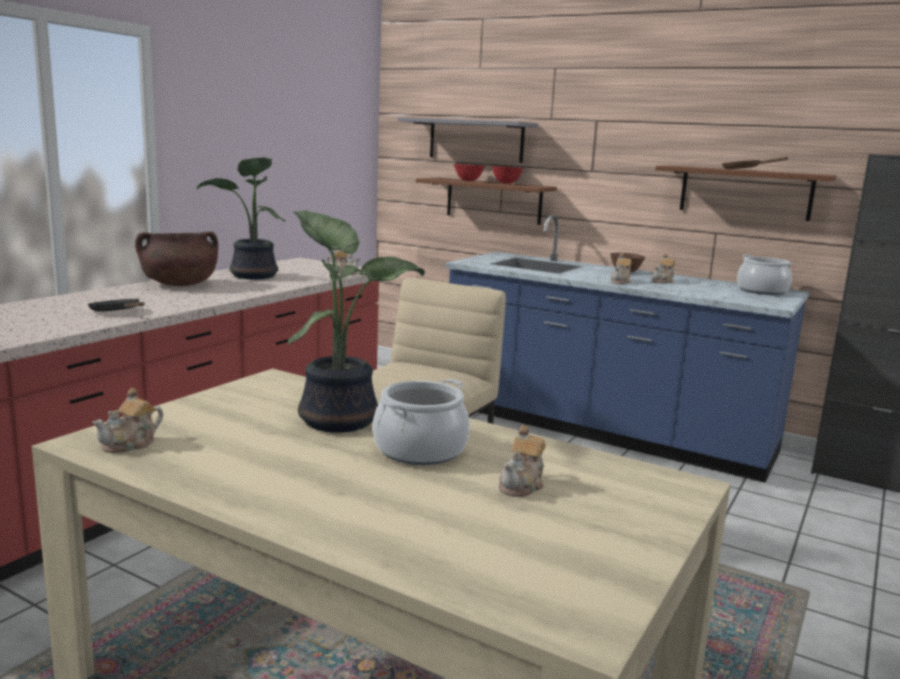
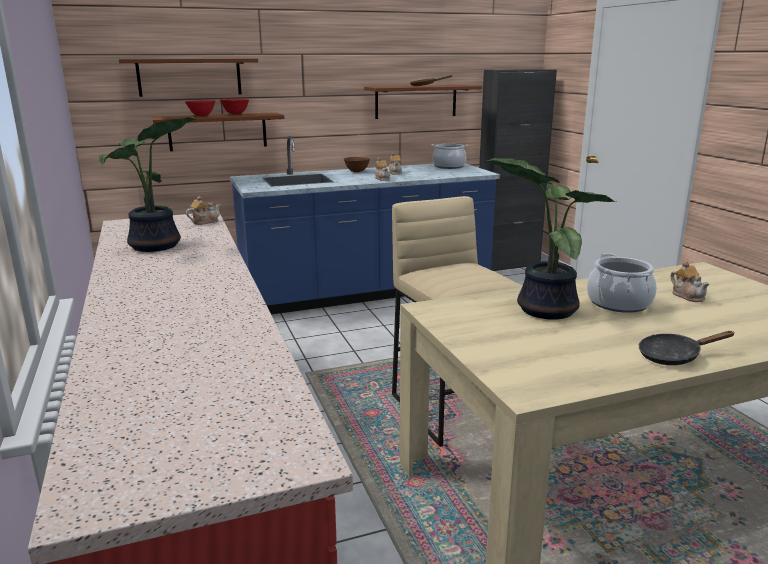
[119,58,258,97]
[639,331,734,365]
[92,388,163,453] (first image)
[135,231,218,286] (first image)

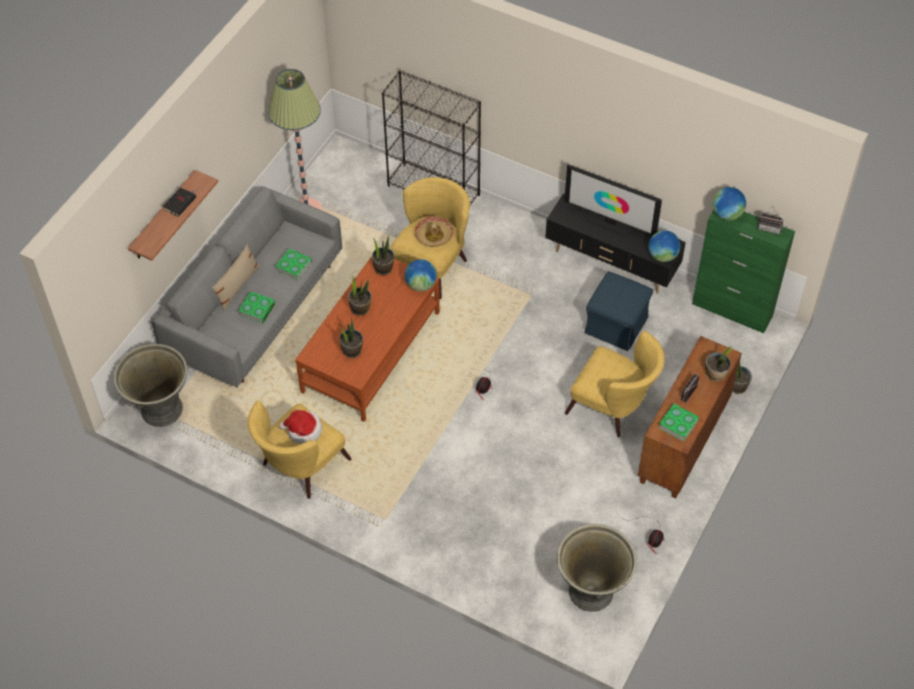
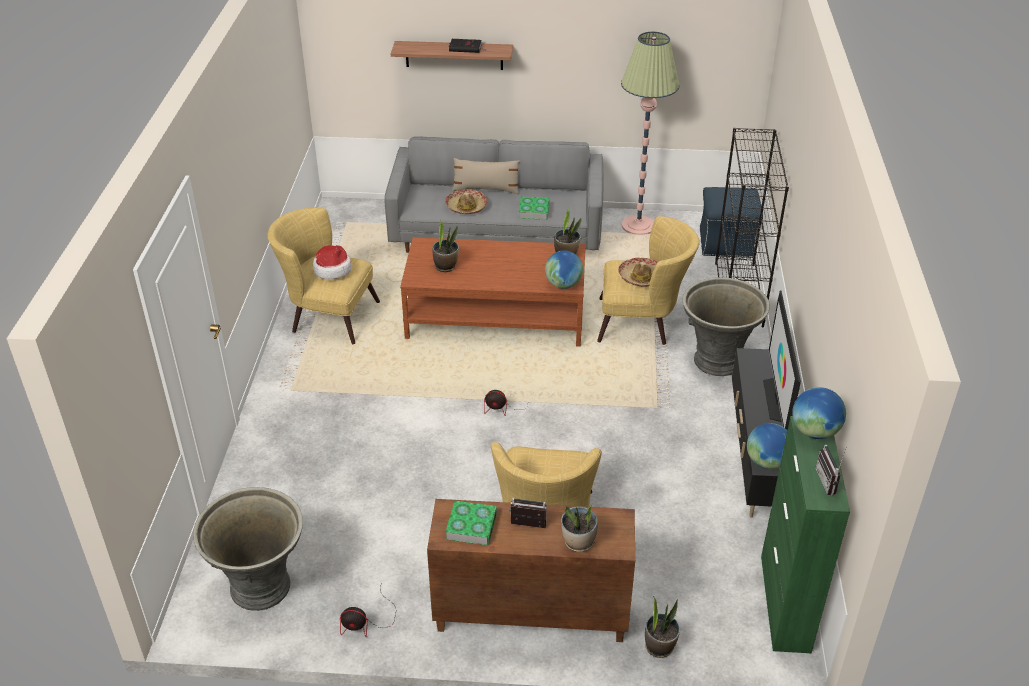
[445,189,488,214]
[682,277,770,376]
[700,187,763,257]
[348,277,371,316] (first image)

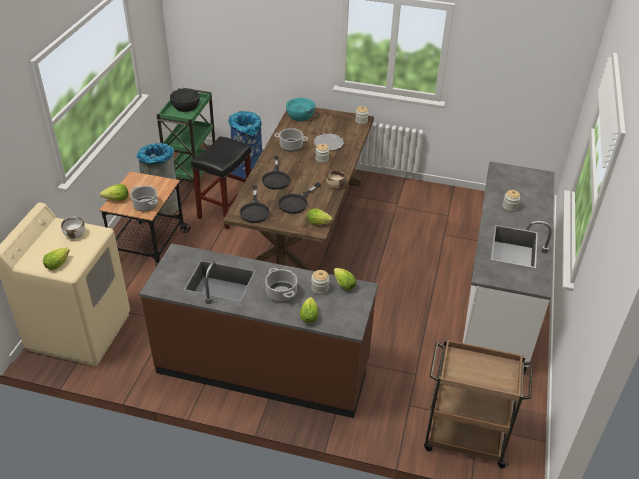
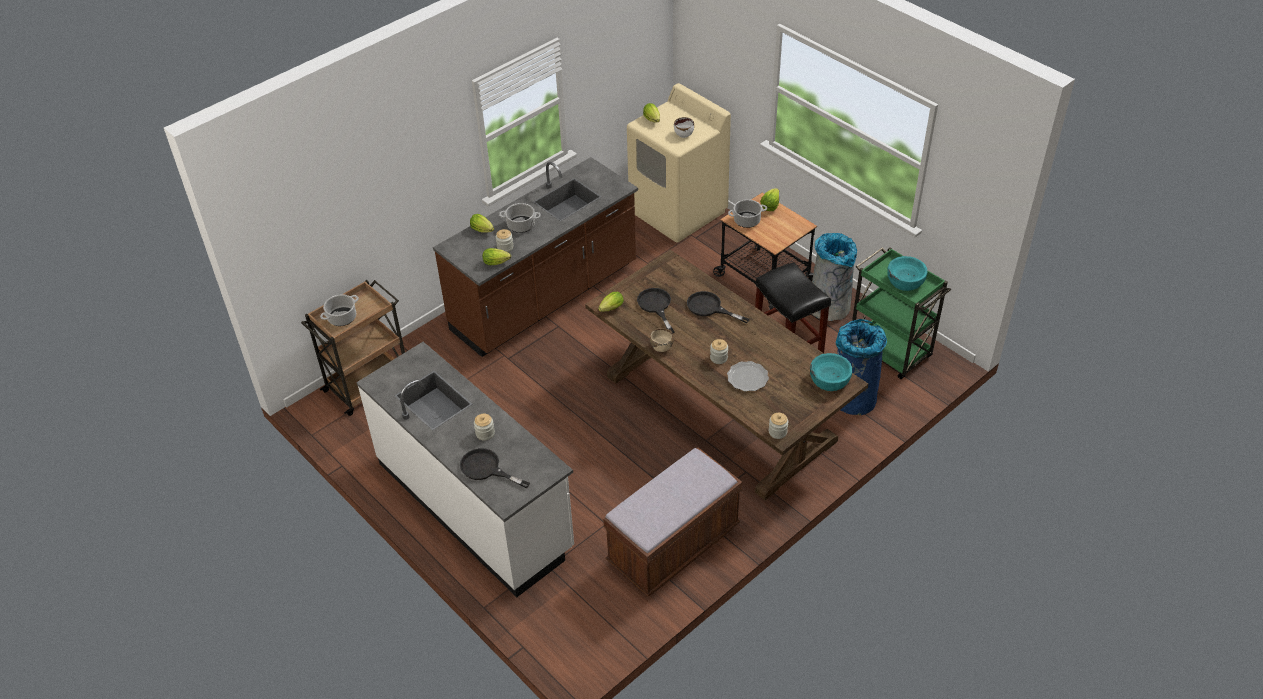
[320,294,359,326]
[460,448,530,488]
[603,448,742,597]
[887,256,927,291]

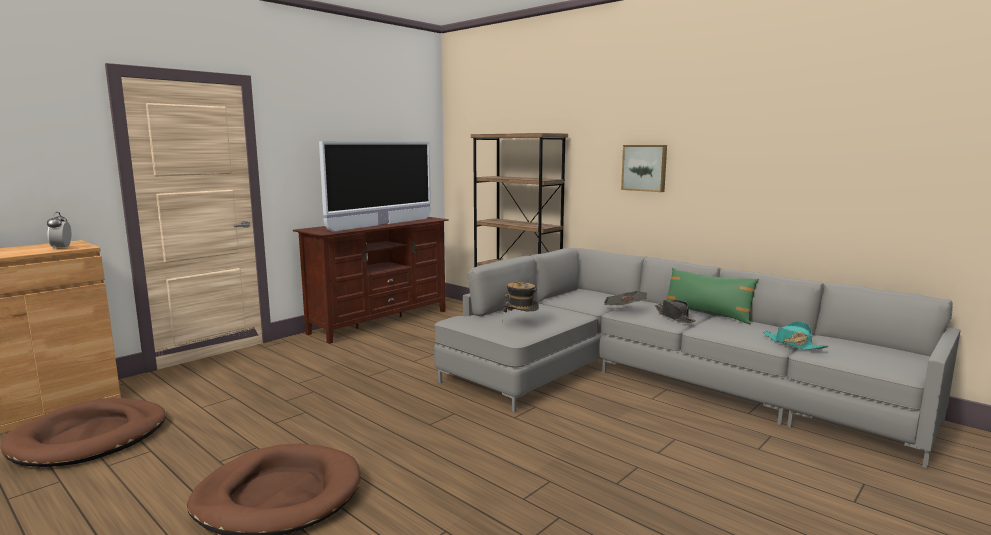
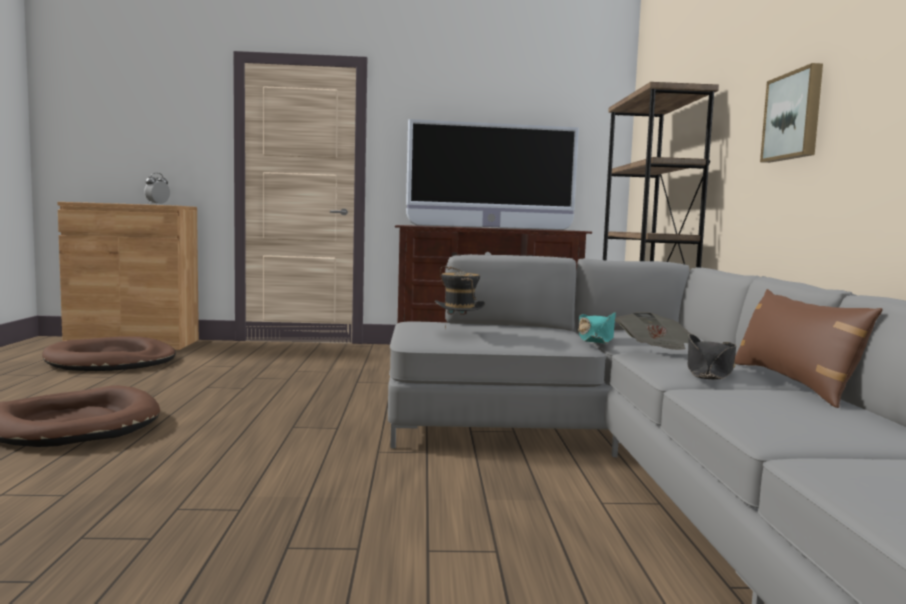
[578,312,616,343]
[735,289,883,408]

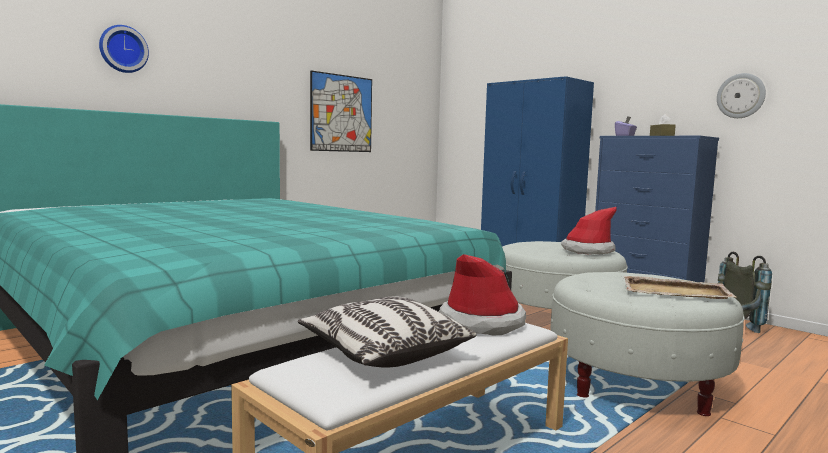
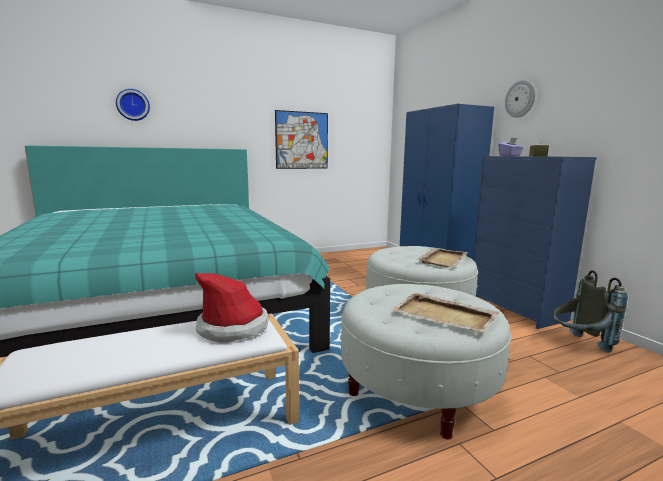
[417,248,468,267]
[505,80,535,118]
[298,296,476,368] (first image)

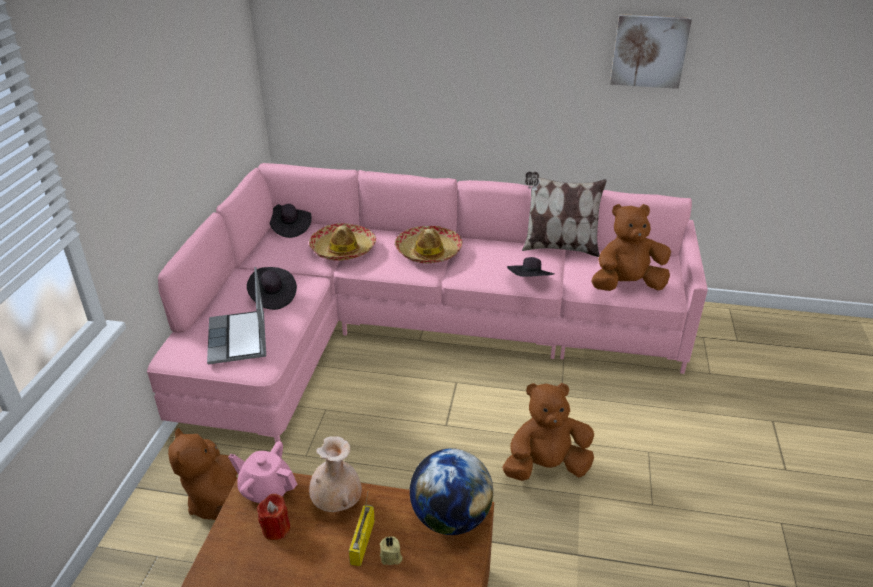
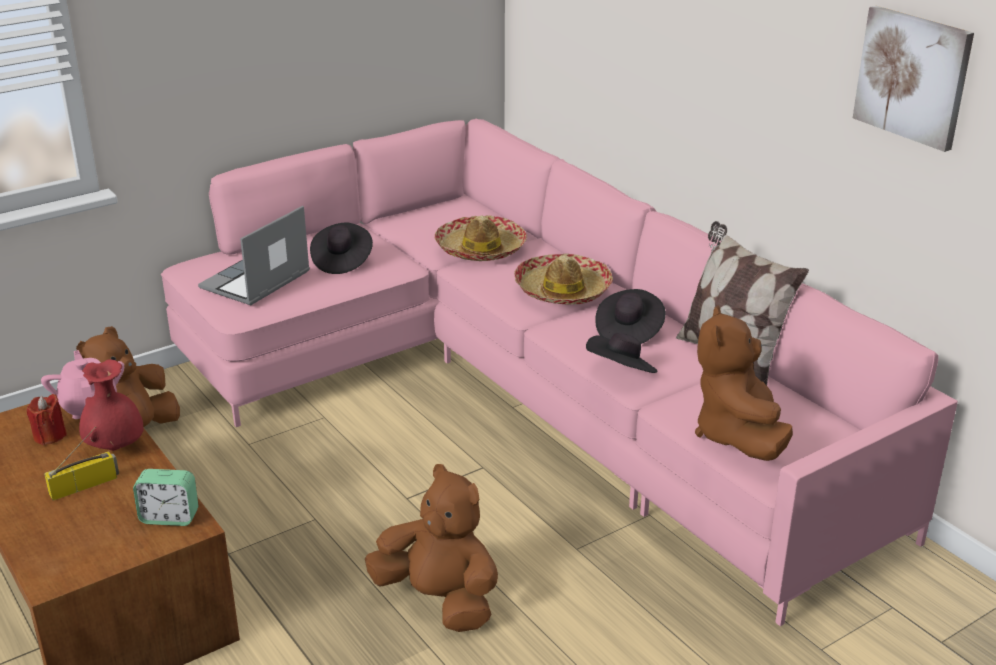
[79,359,144,451]
[133,469,199,526]
[596,289,666,344]
[695,305,793,461]
[380,536,403,565] (first image)

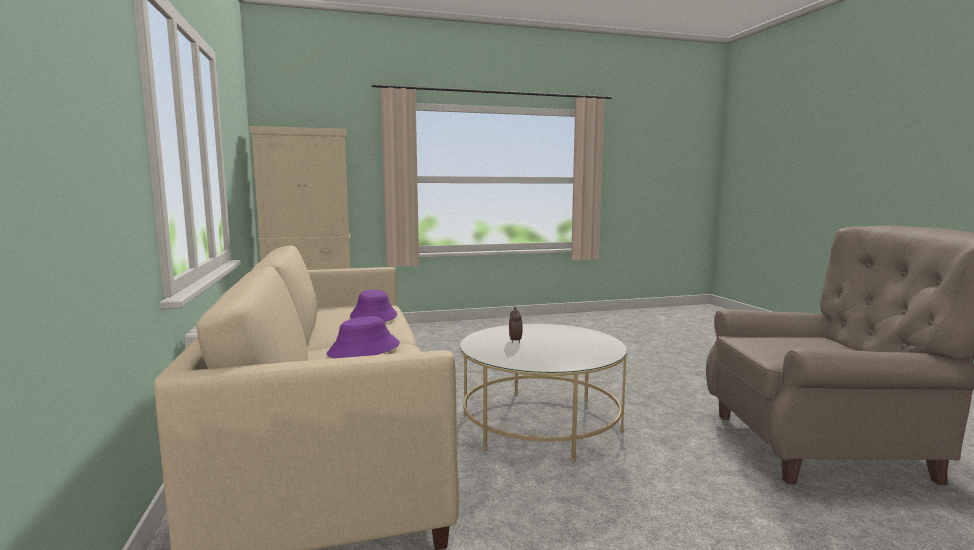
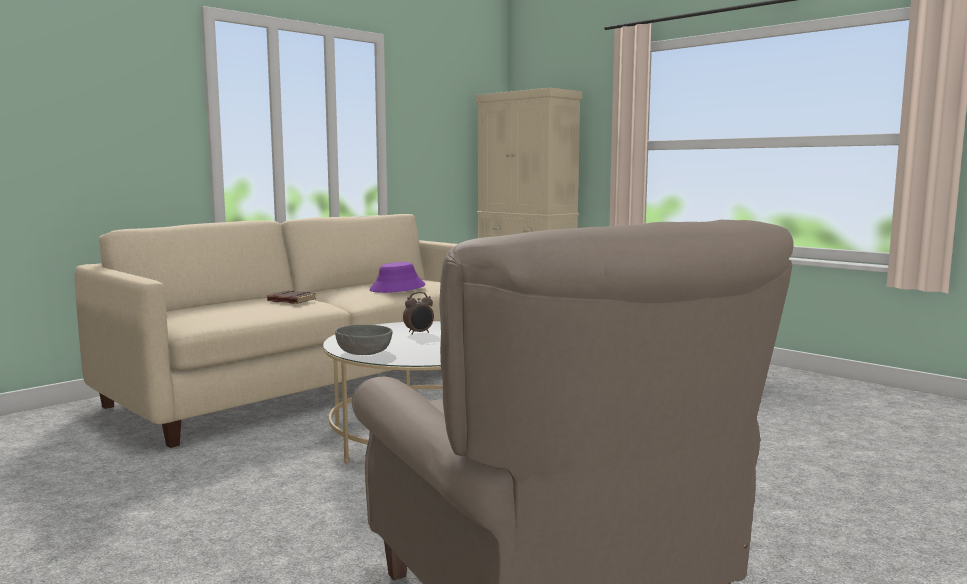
[267,290,316,304]
[335,325,392,355]

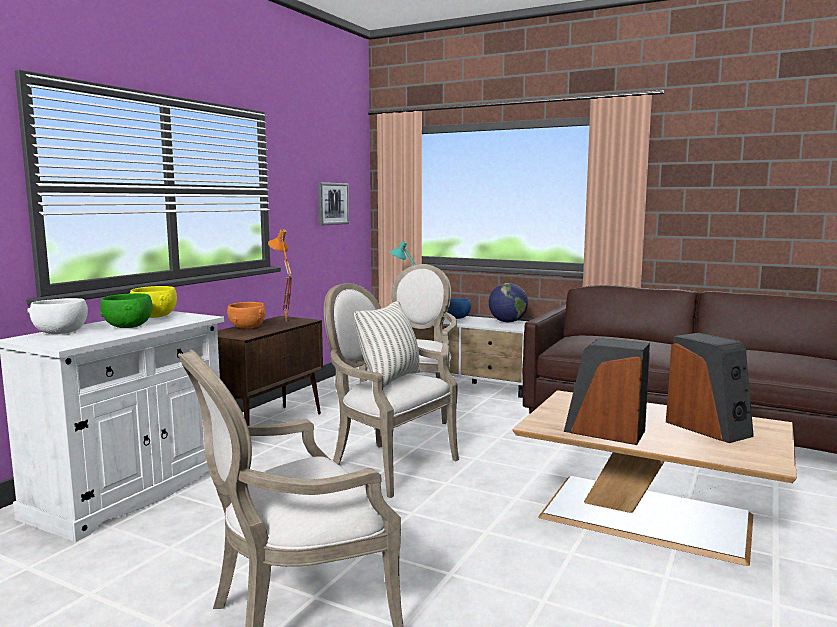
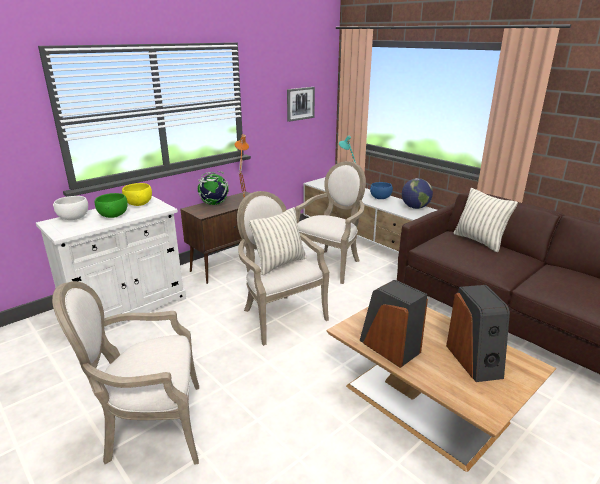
[198,171,229,205]
[453,188,518,252]

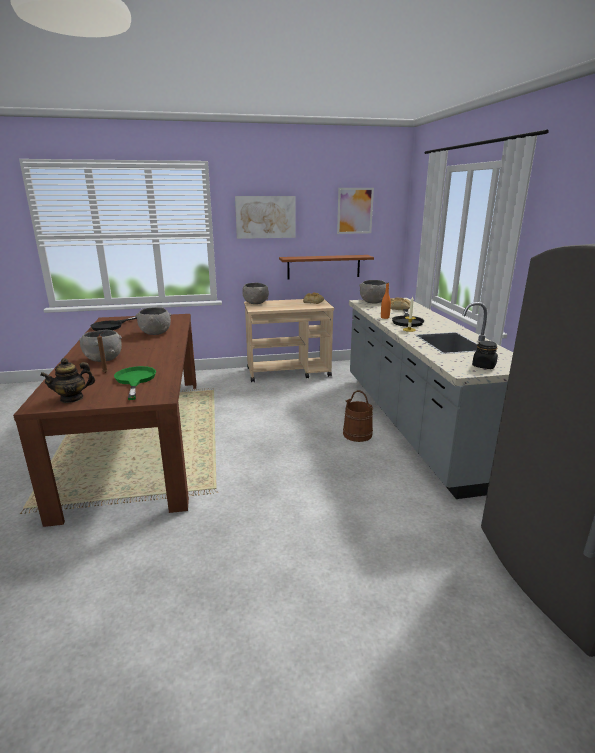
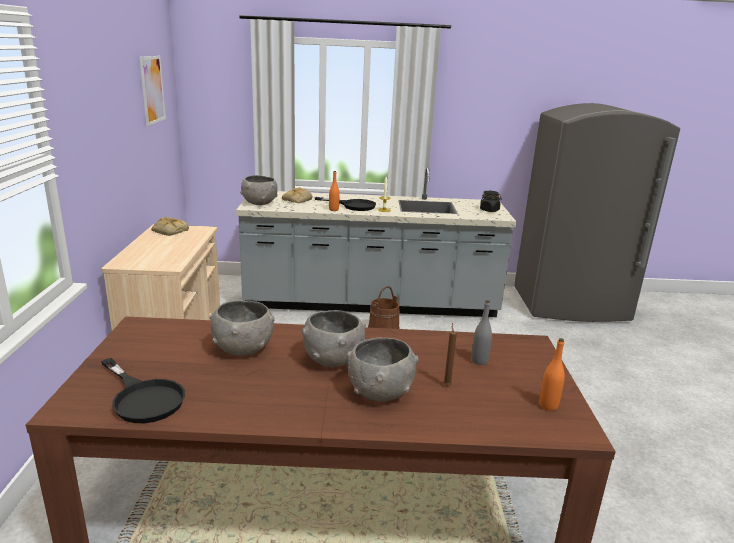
[301,310,366,367]
[472,300,492,365]
[539,338,565,411]
[235,196,296,239] (first image)
[279,255,374,280] (first image)

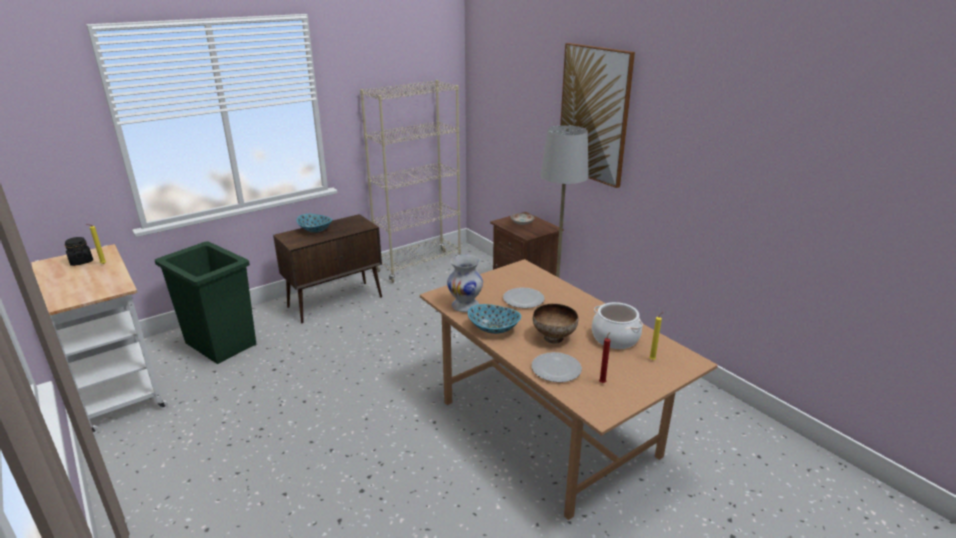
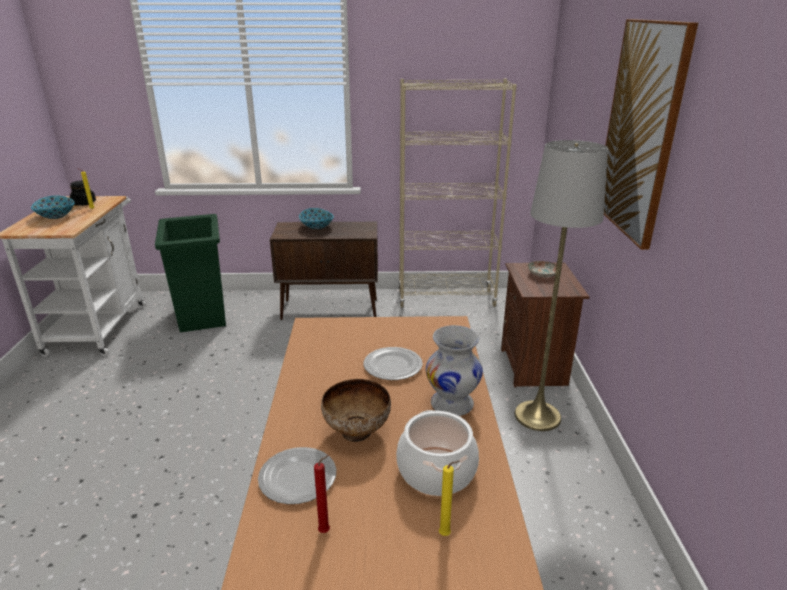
[31,196,75,219]
[426,325,483,416]

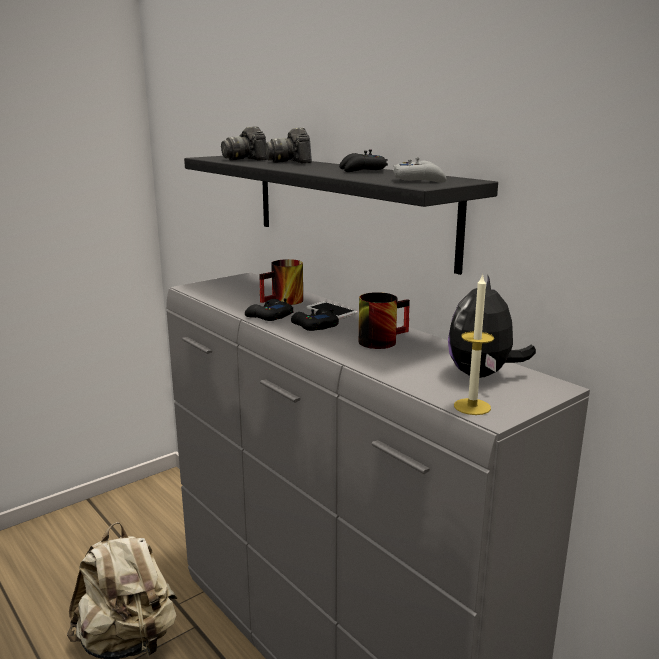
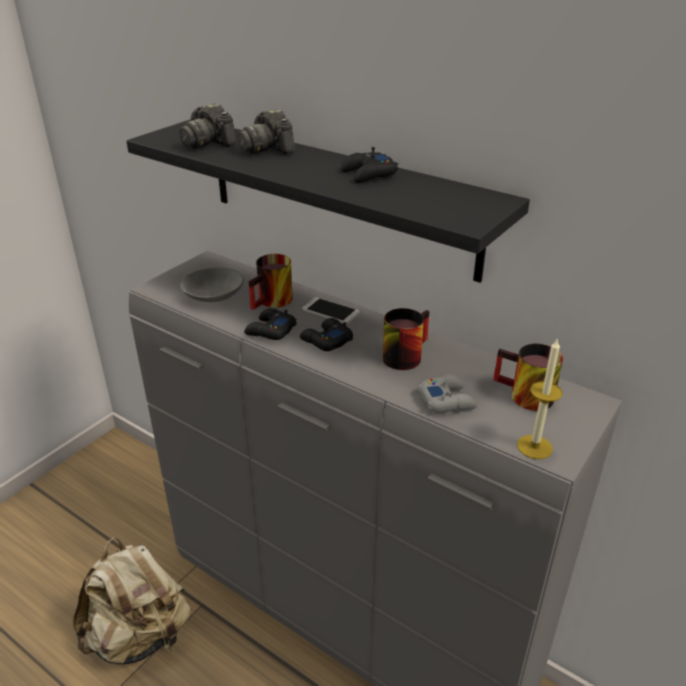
[180,267,244,302]
[418,374,477,413]
[493,344,563,411]

